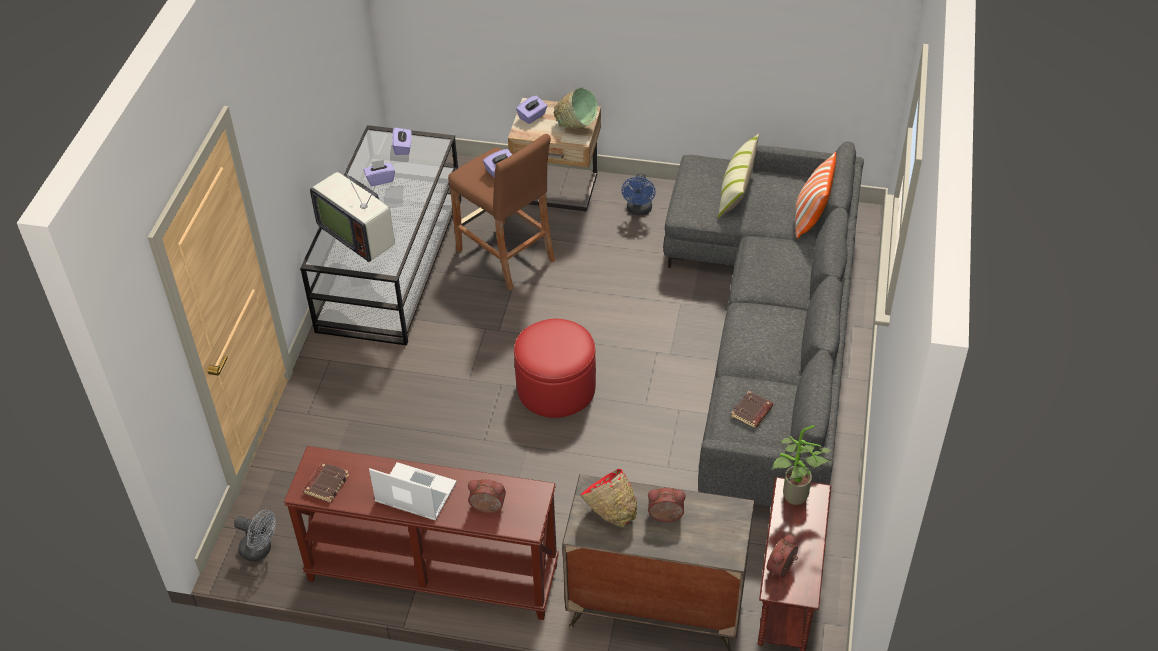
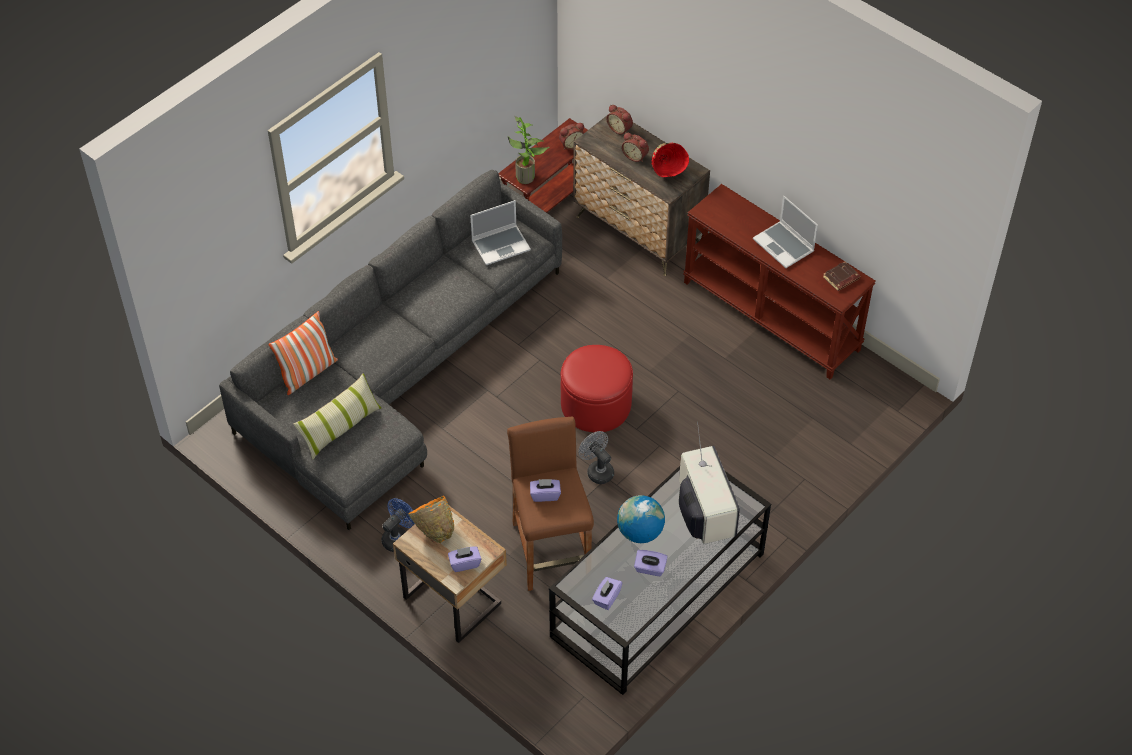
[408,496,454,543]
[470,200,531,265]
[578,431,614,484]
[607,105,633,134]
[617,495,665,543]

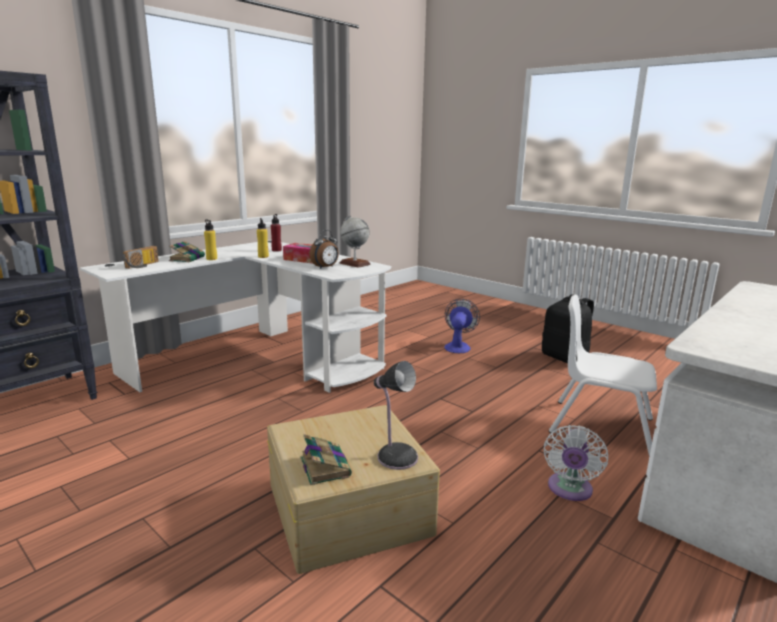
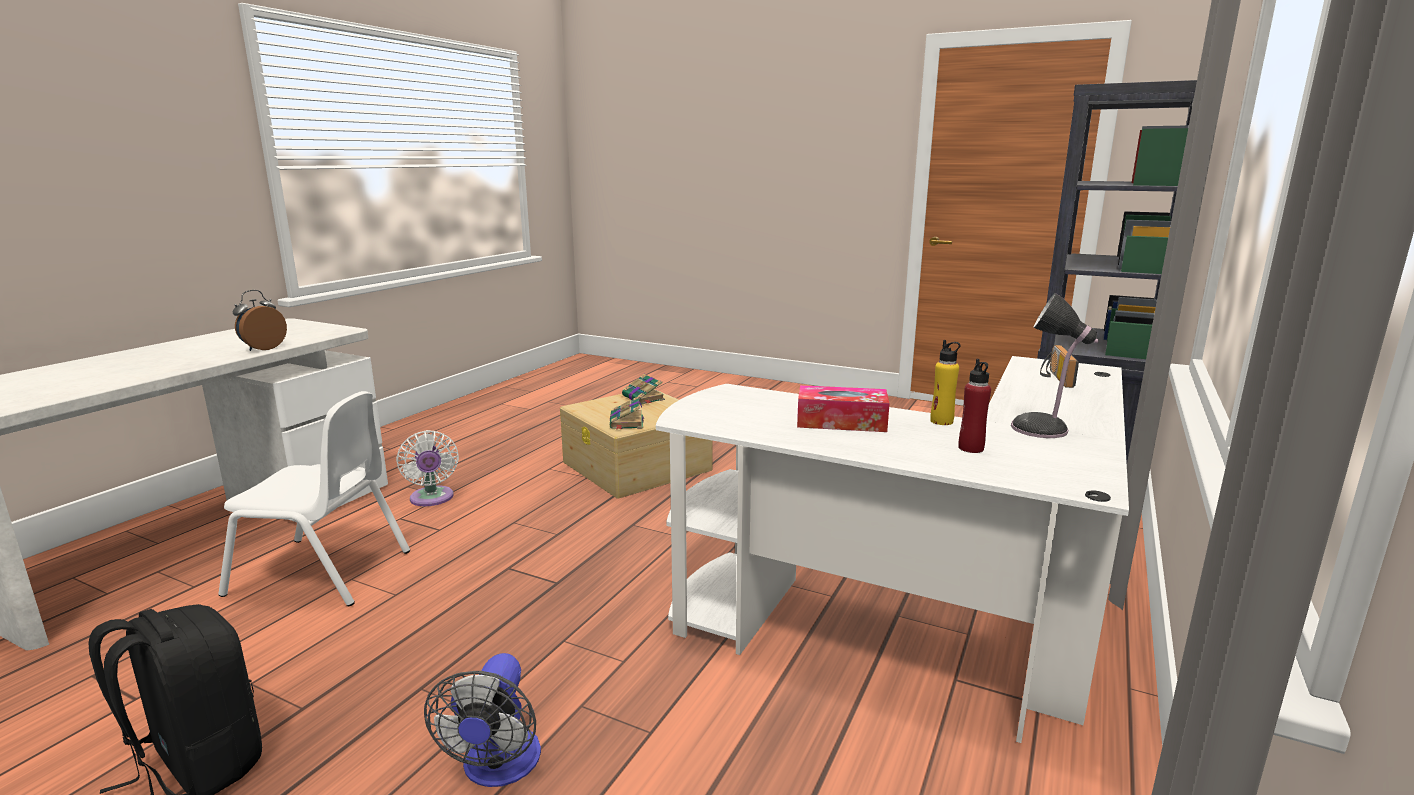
[233,290,287,351]
[396,430,459,506]
[610,396,644,430]
[1011,293,1099,438]
[204,219,217,260] (first image)
[339,215,371,268] (first image)

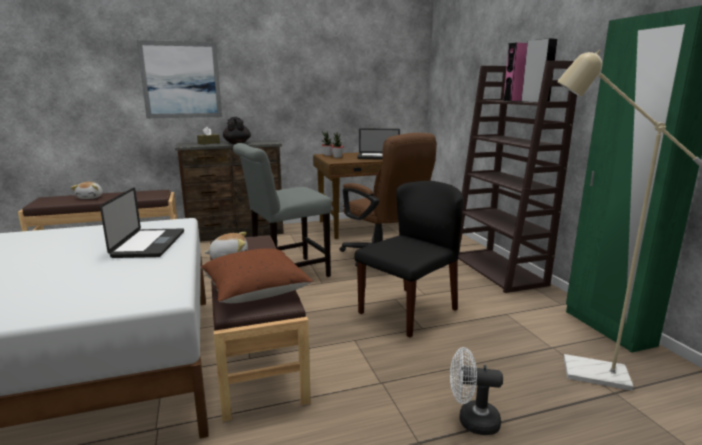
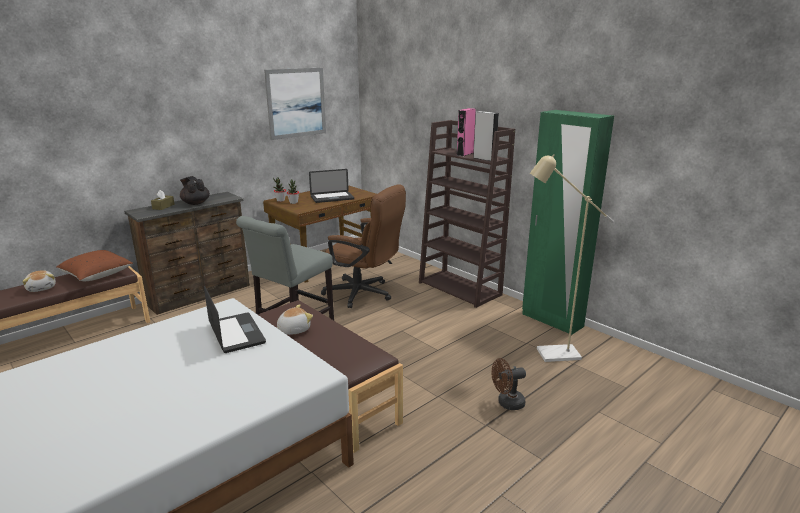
[56,250,133,281]
[264,68,326,140]
[491,358,526,410]
[354,181,463,337] (first image)

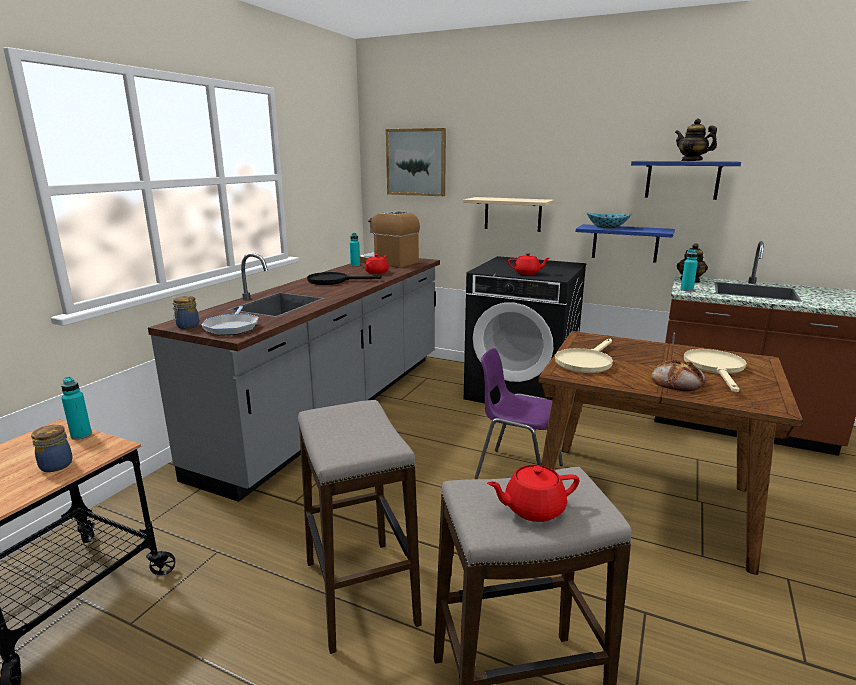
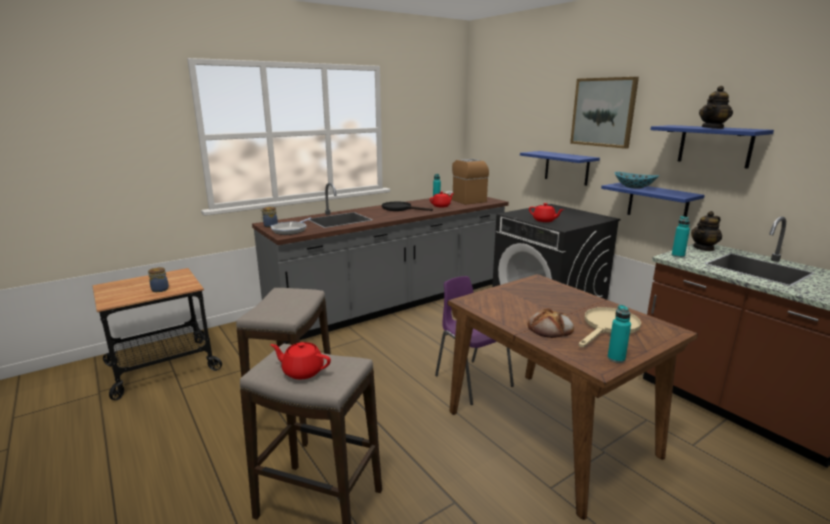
[520,151,600,186]
[570,77,639,149]
[607,305,631,363]
[699,86,733,129]
[555,339,613,373] (first image)

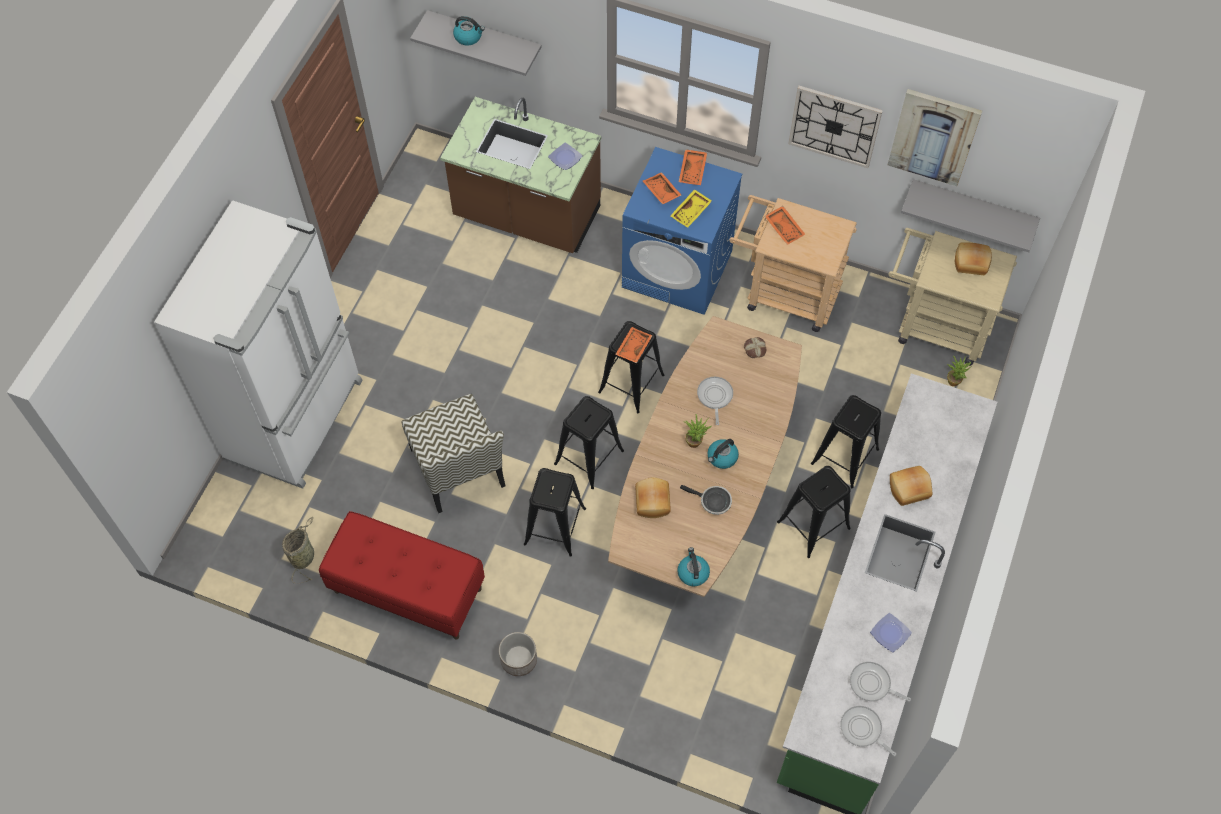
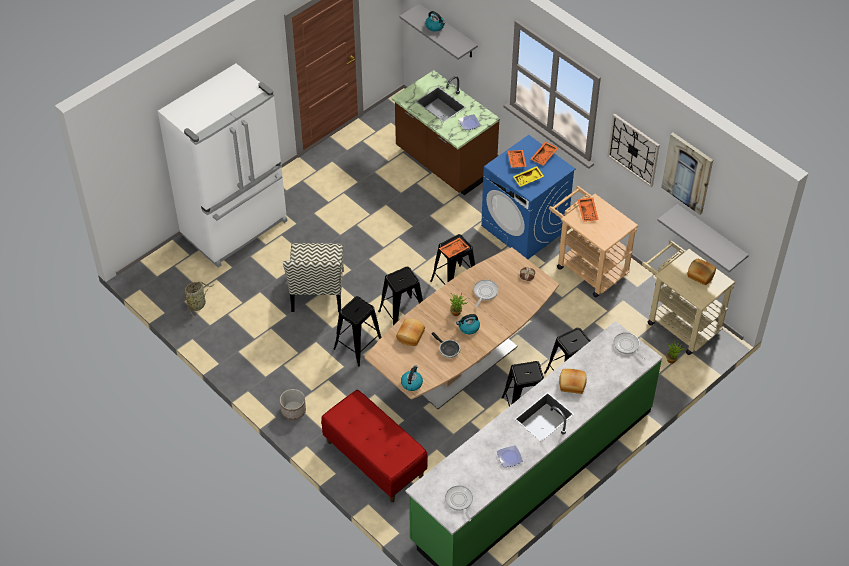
[321,390,428,502]
[613,332,646,360]

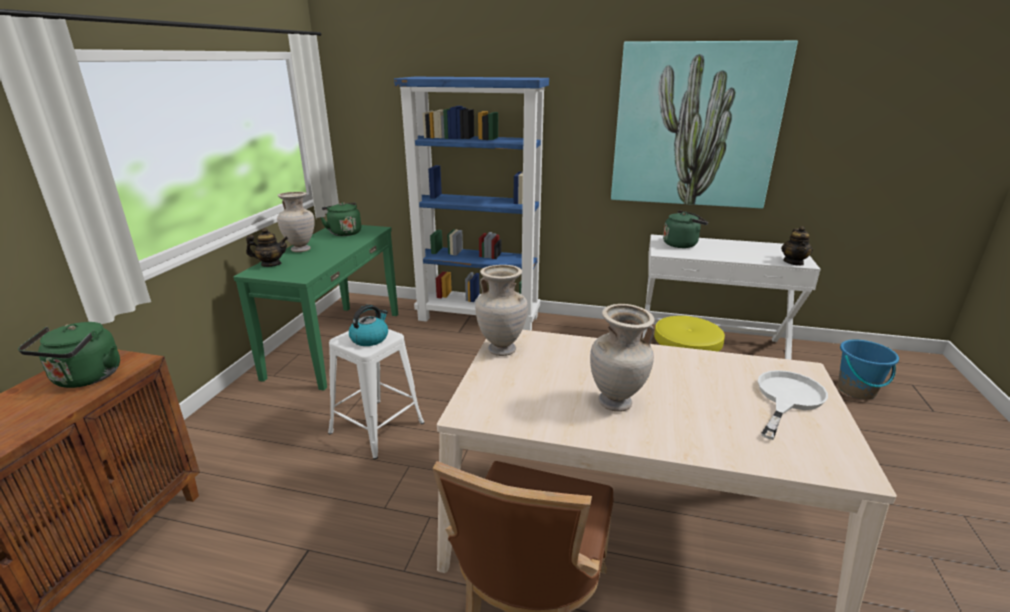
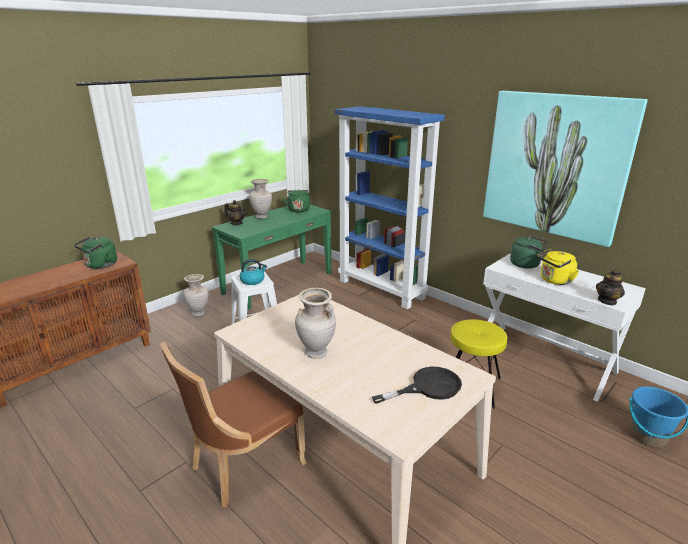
[183,274,209,316]
[372,367,462,404]
[537,249,579,285]

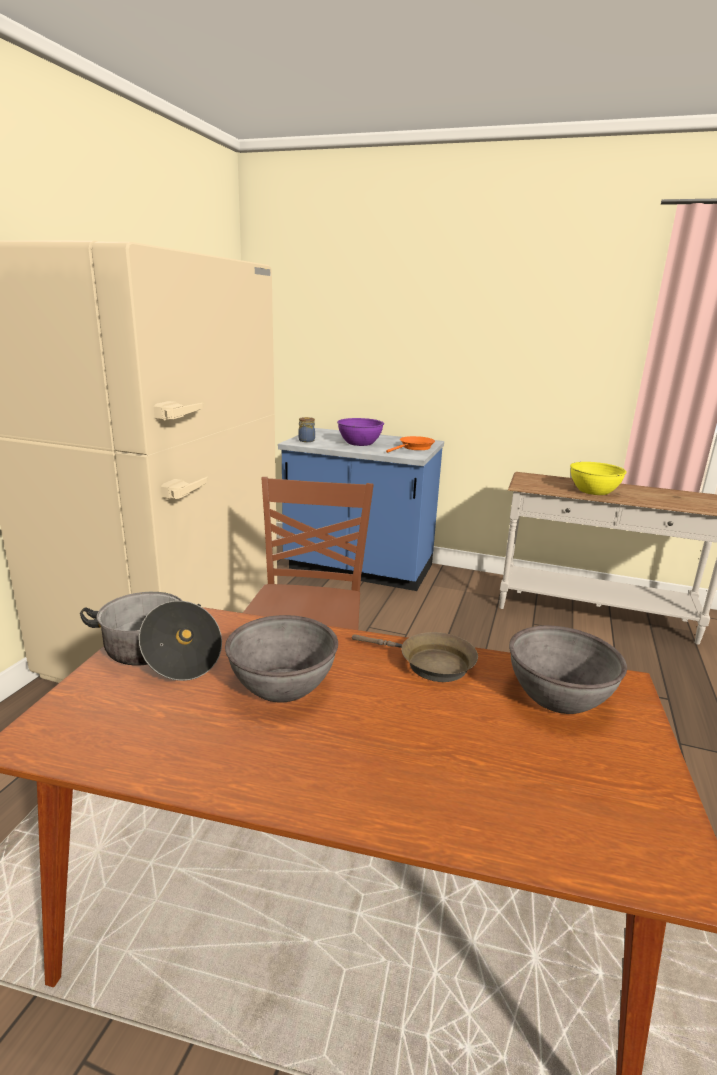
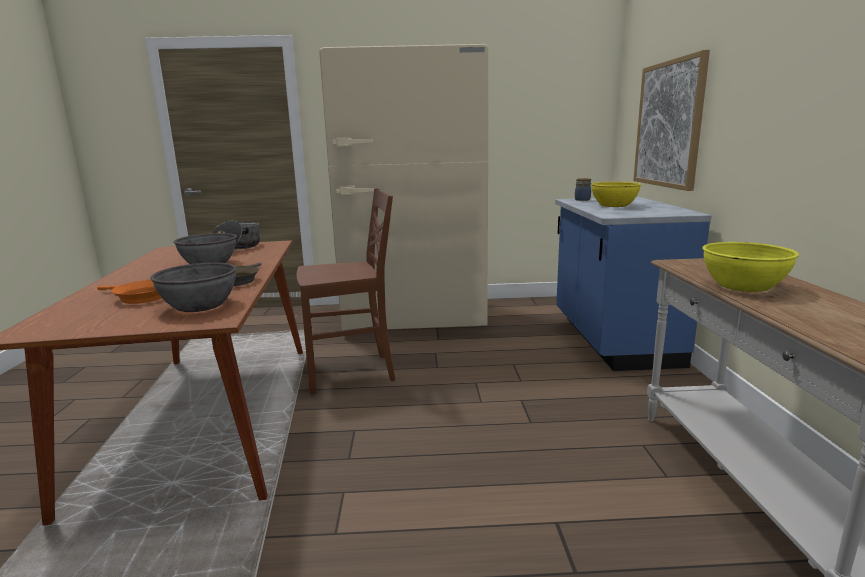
[97,280,162,304]
[591,182,642,207]
[633,50,710,191]

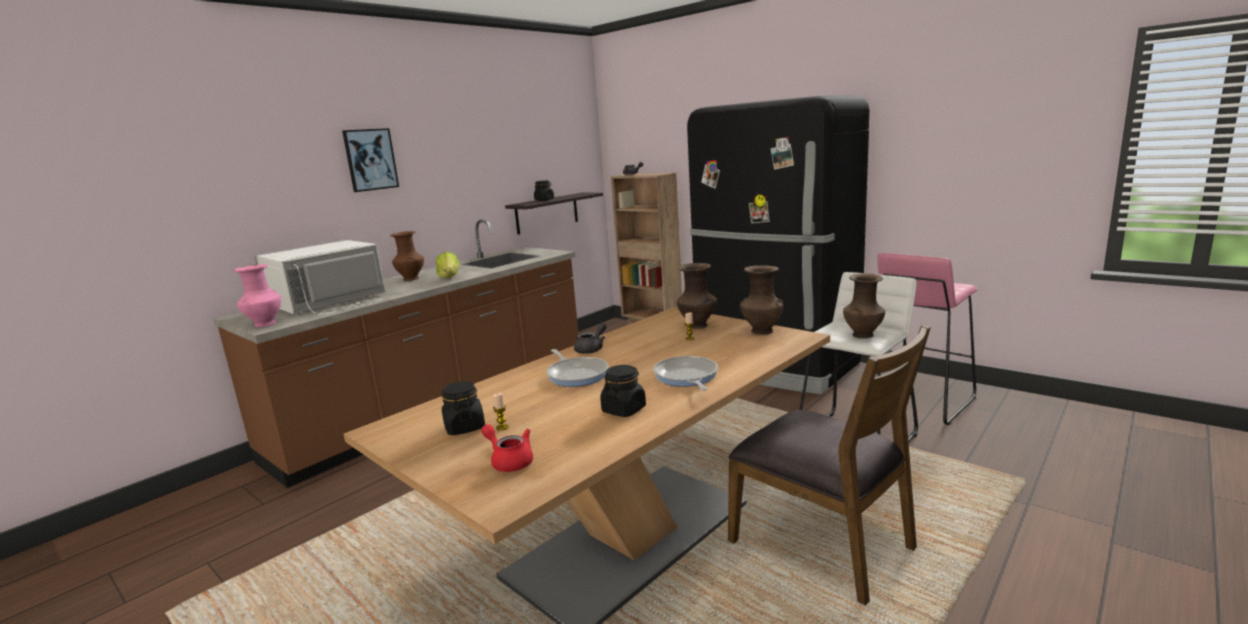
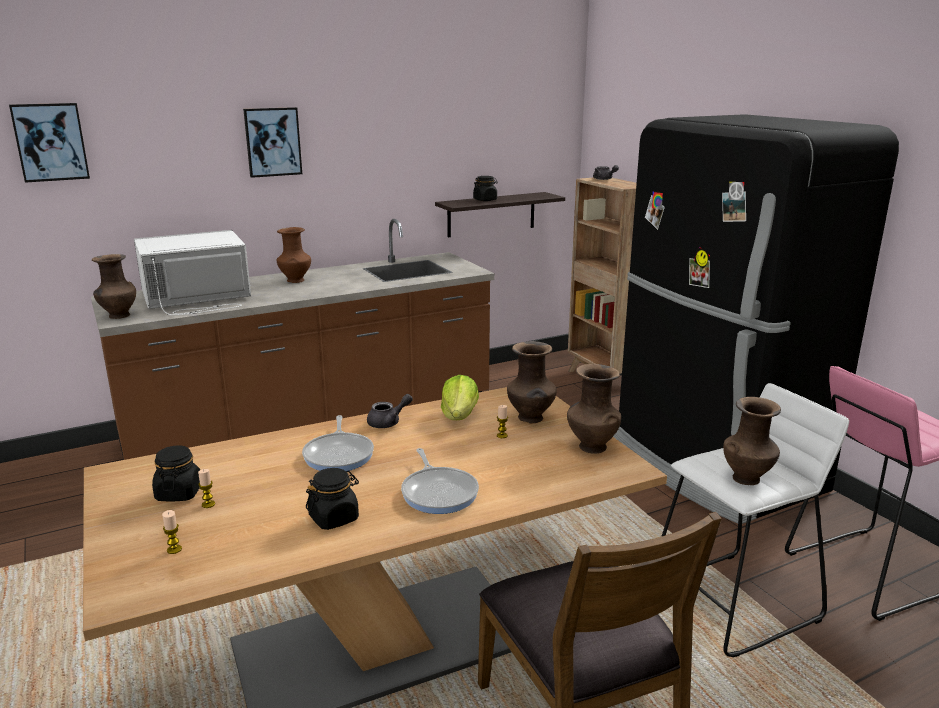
[9,103,90,183]
[92,254,136,319]
[162,510,182,554]
[401,448,479,514]
[441,375,479,420]

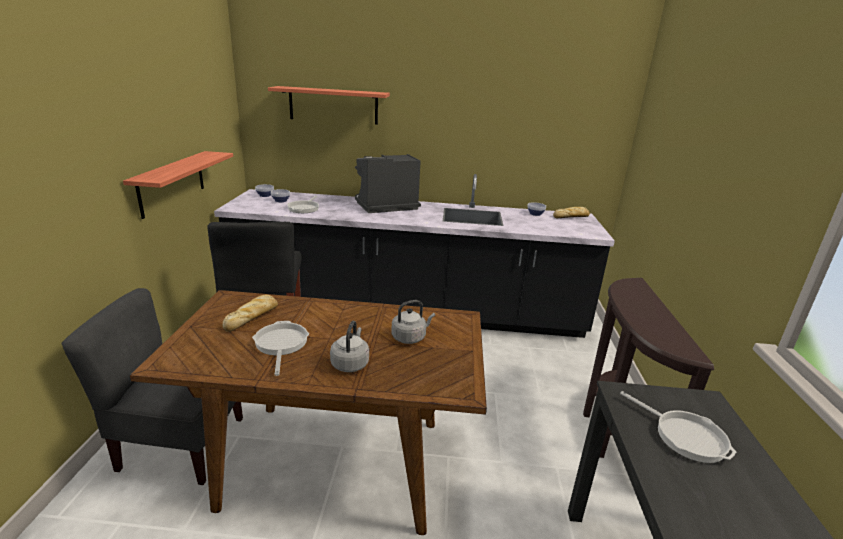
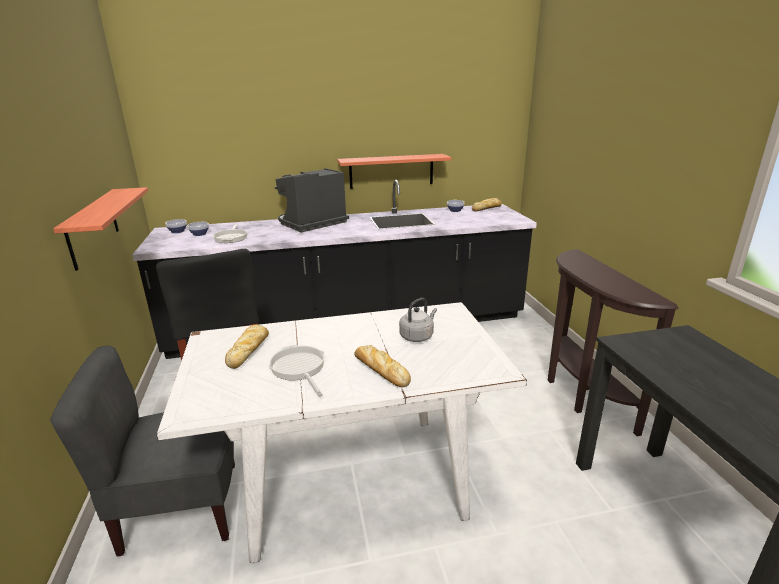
[157,302,527,563]
[337,154,451,189]
[354,345,411,387]
[620,391,736,463] (first image)

